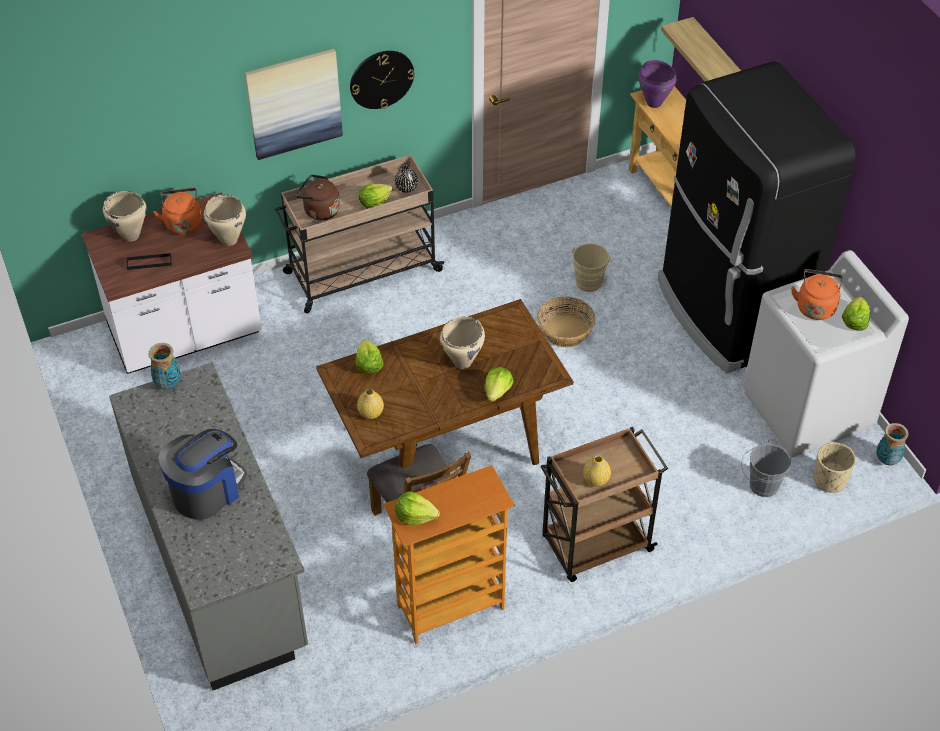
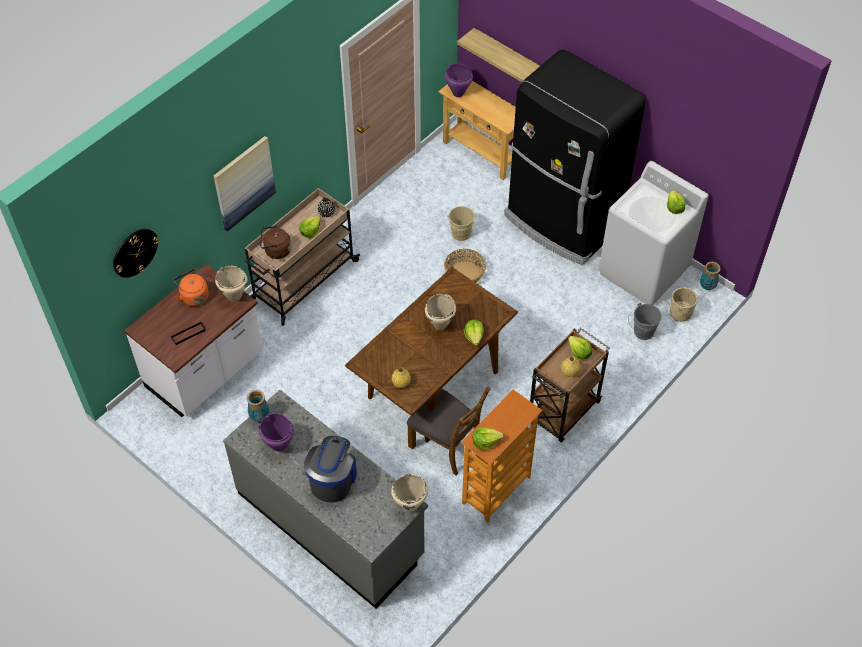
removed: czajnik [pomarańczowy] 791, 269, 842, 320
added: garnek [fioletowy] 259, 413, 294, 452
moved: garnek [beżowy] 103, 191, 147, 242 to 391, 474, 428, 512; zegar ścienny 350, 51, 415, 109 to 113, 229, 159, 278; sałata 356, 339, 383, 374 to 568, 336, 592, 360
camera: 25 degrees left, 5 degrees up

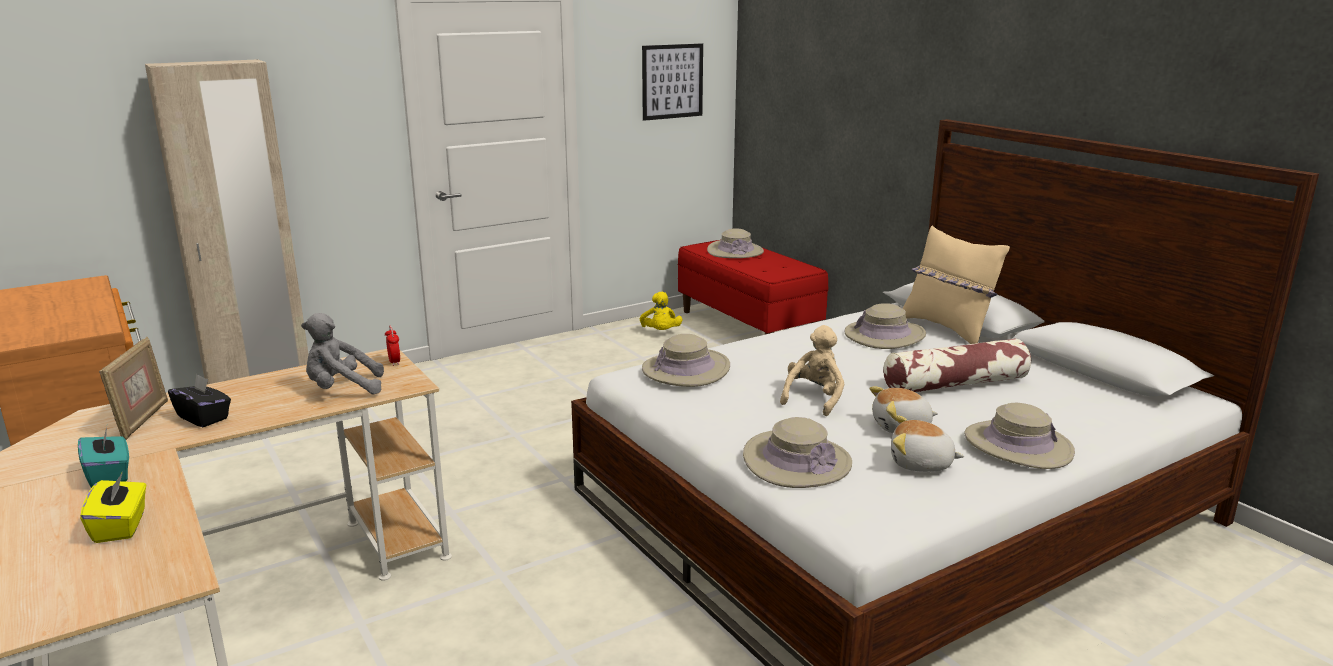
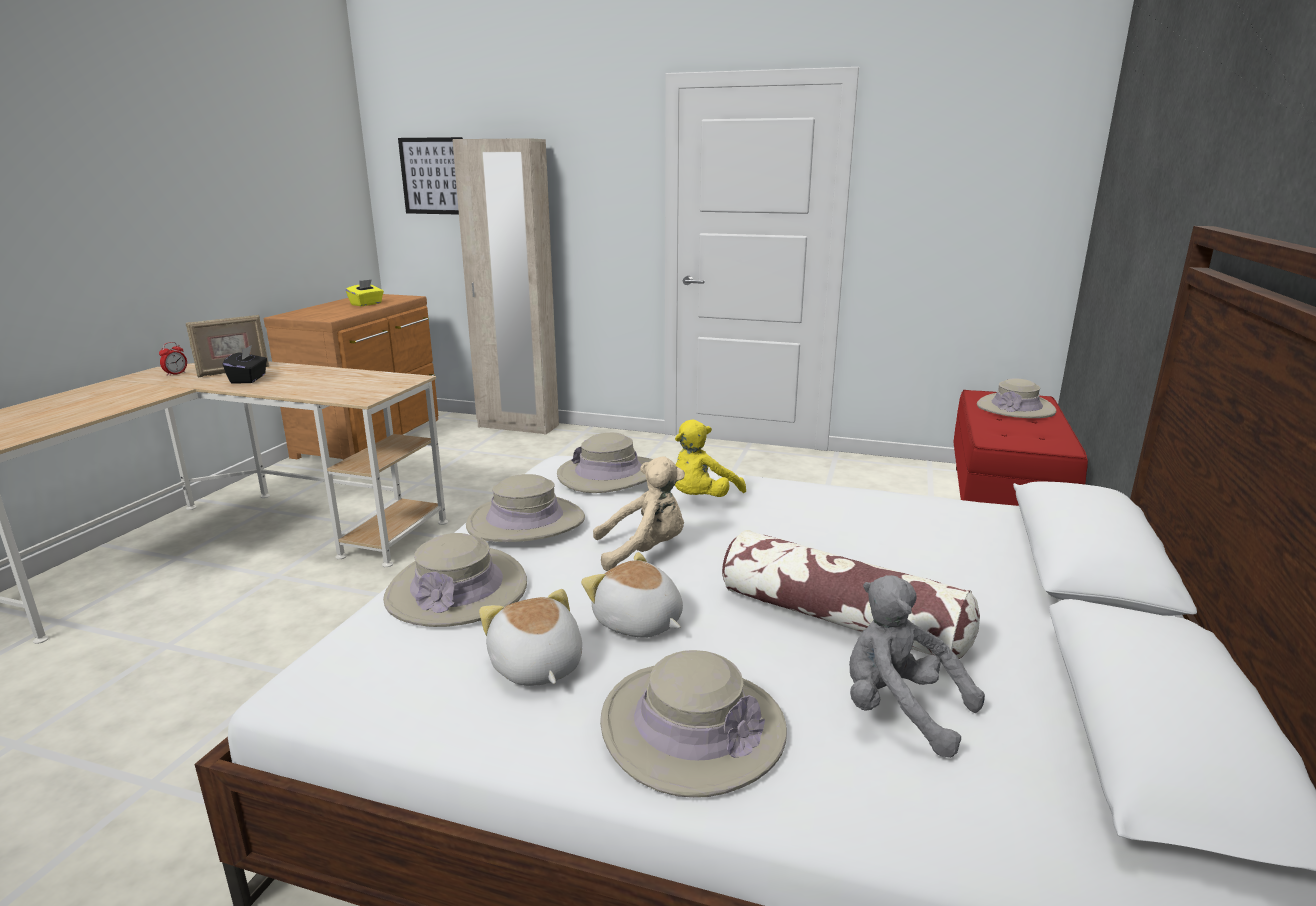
removed: pudełko chusteczek [turkusowy] 78, 428, 129, 488; poduszka [beżowy] 903, 226, 1010, 344
moved: pudełko chusteczek [żółty] 80, 472, 146, 543 to 346, 279, 384, 306; pluszak [szary] 301, 313, 384, 394 to 849, 575, 985, 758; budzik 385, 326, 400, 366 to 159, 342, 187, 376; pluszak [żółty] 640, 292, 682, 330 to 675, 420, 746, 497; obraz 642, 43, 703, 121 to 398, 137, 463, 215; kapelusz [beżowy] 844, 303, 926, 349 to 466, 474, 585, 542
camera: 50 degrees right, 0 degrees up

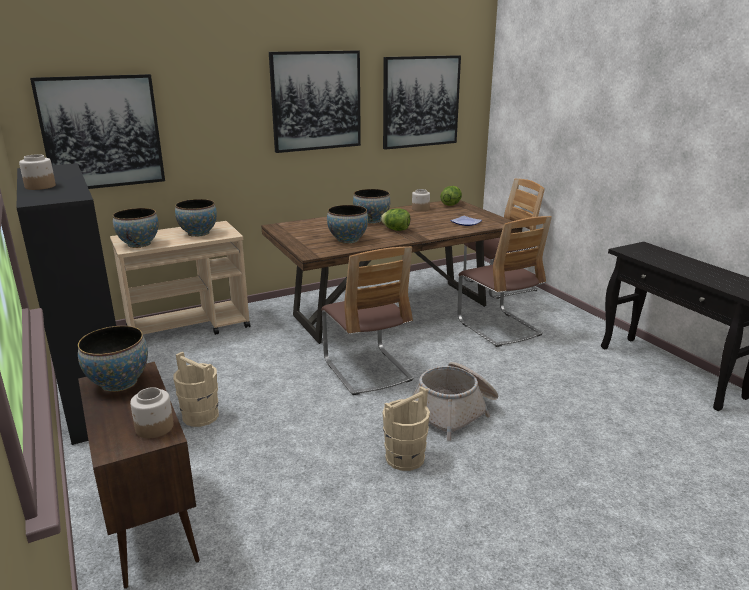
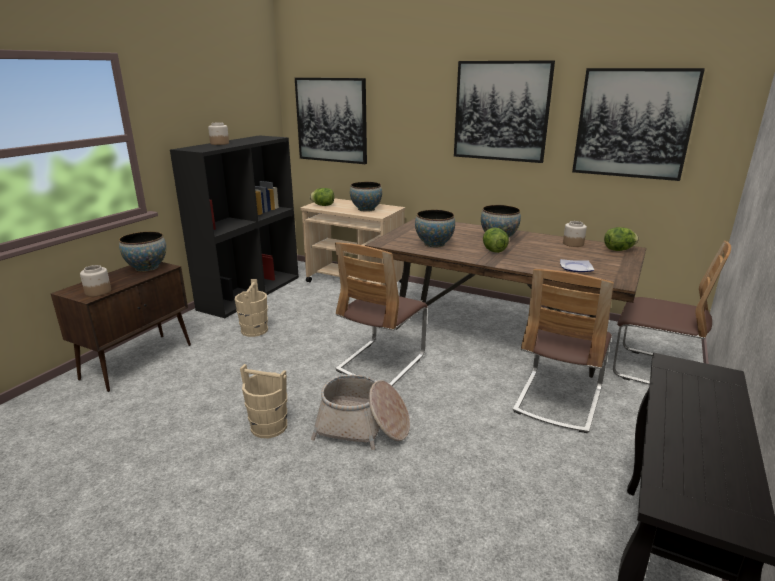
replaced: miska 113, 208, 158, 248 to sałata 310, 188, 334, 206
camera: 55 degrees right, 0 degrees up

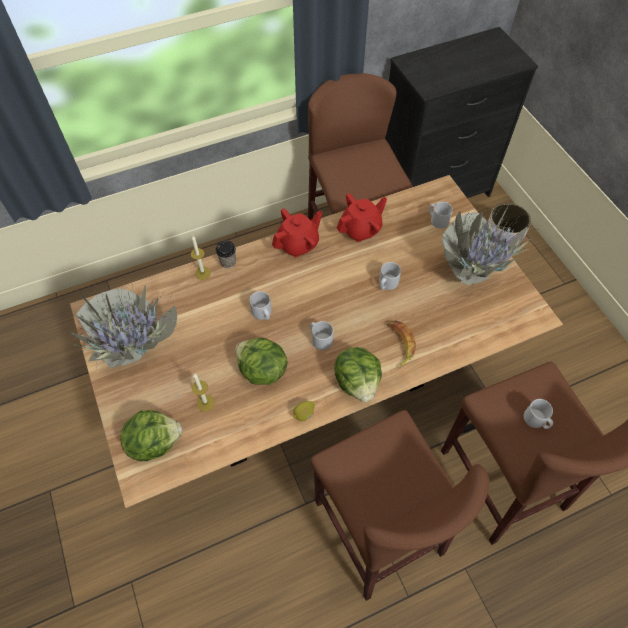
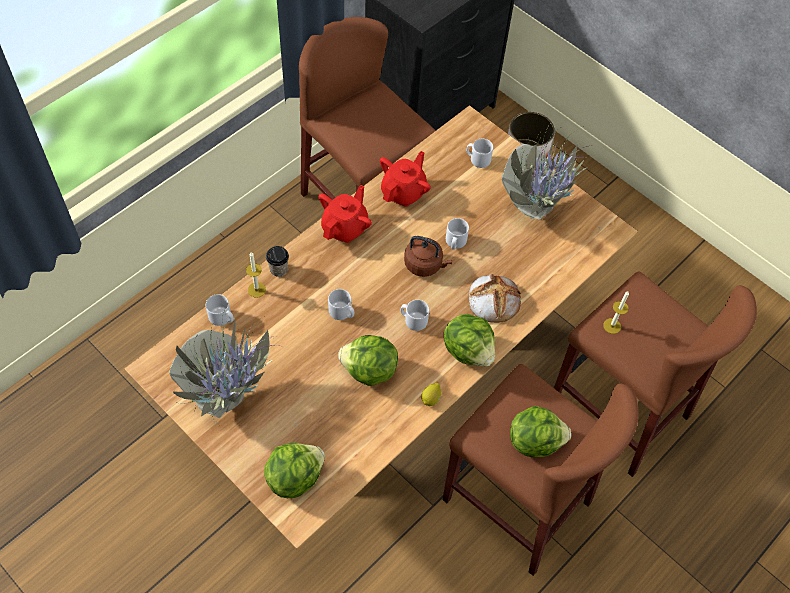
added: czajnik [brązowy] 404, 236, 453, 277; sałata 510, 406, 571, 457
moved: świeca 192, 374, 215, 412 to 603, 291, 629, 334; kubek [szary] 524, 399, 553, 429 to 206, 294, 234, 326
replaced: banan 387, 321, 416, 368 to chleb 469, 274, 521, 323
camera: 25 degrees left, 0 degrees up

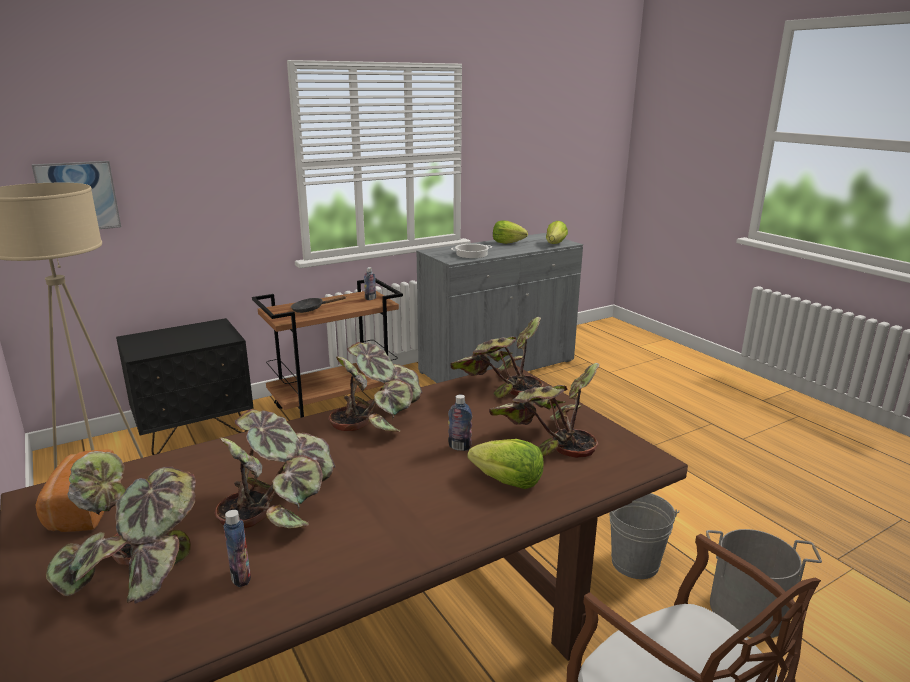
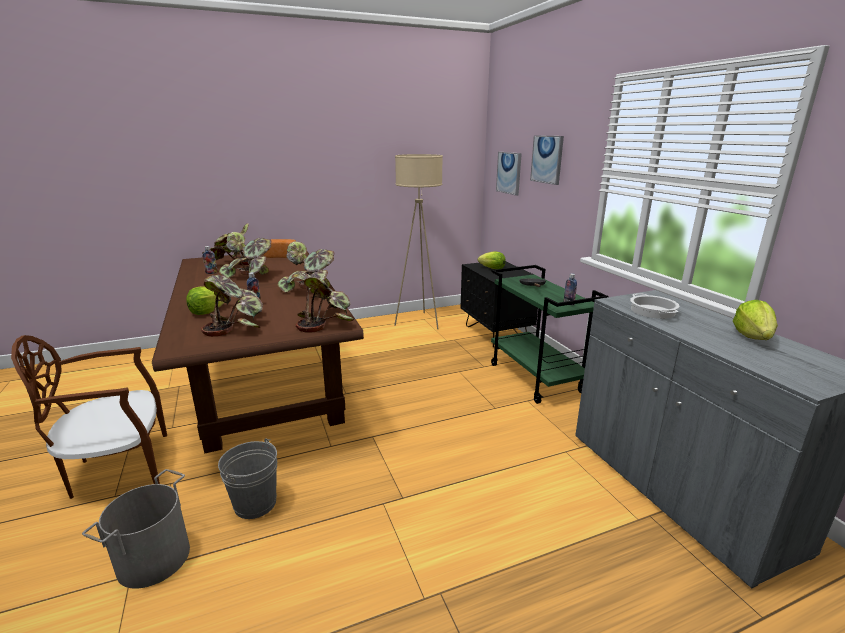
added: obraz 530, 135, 564, 185
moved: sałata 546, 221, 568, 244 to 478, 251, 505, 269
recoloured: wózek [brązowy] 252, 278, 403, 418 to wózek [zielony] 491, 265, 609, 404
camera: 100 degrees right, 0 degrees up

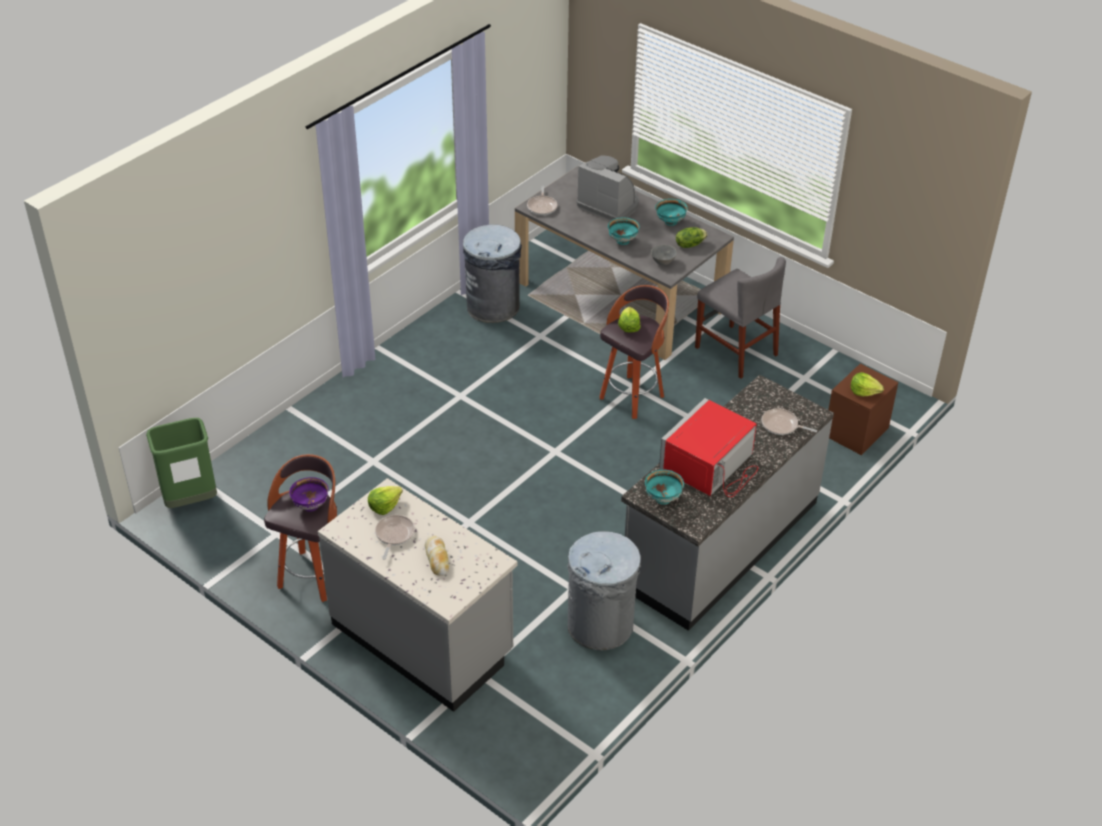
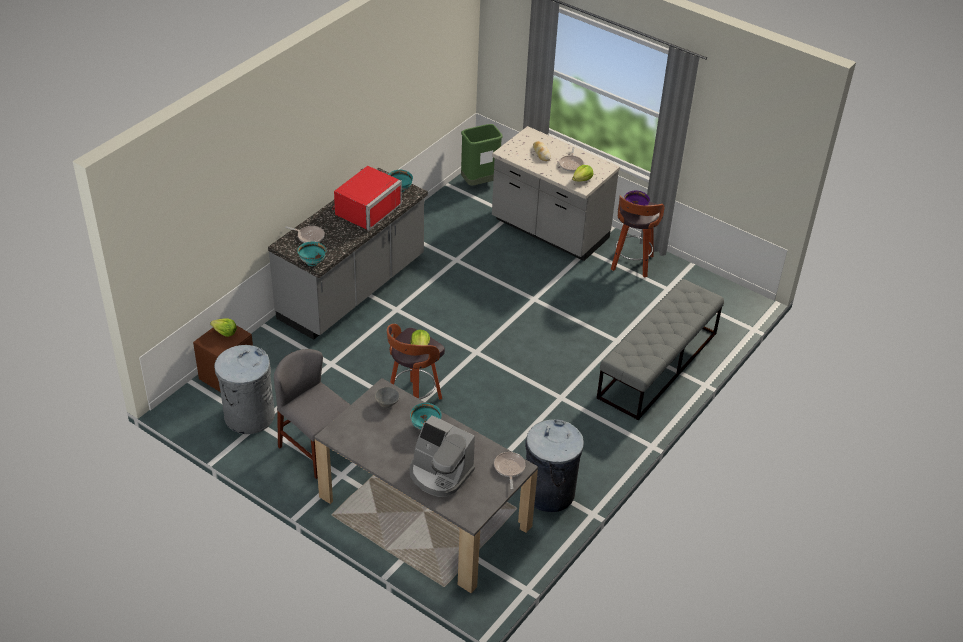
removed: sałata 676, 227, 707, 248
added: ławka [szary] 597, 279, 724, 420
moved: kosz na śmieci [zielony] 146, 418, 217, 508 to 461, 124, 503, 186; kosz na śmieci [szary] 567, 531, 641, 650 to 214, 345, 275, 434; miska [turkusowy] 655, 199, 688, 226 to 297, 242, 326, 266
camera: 175 degrees right, 0 degrees up

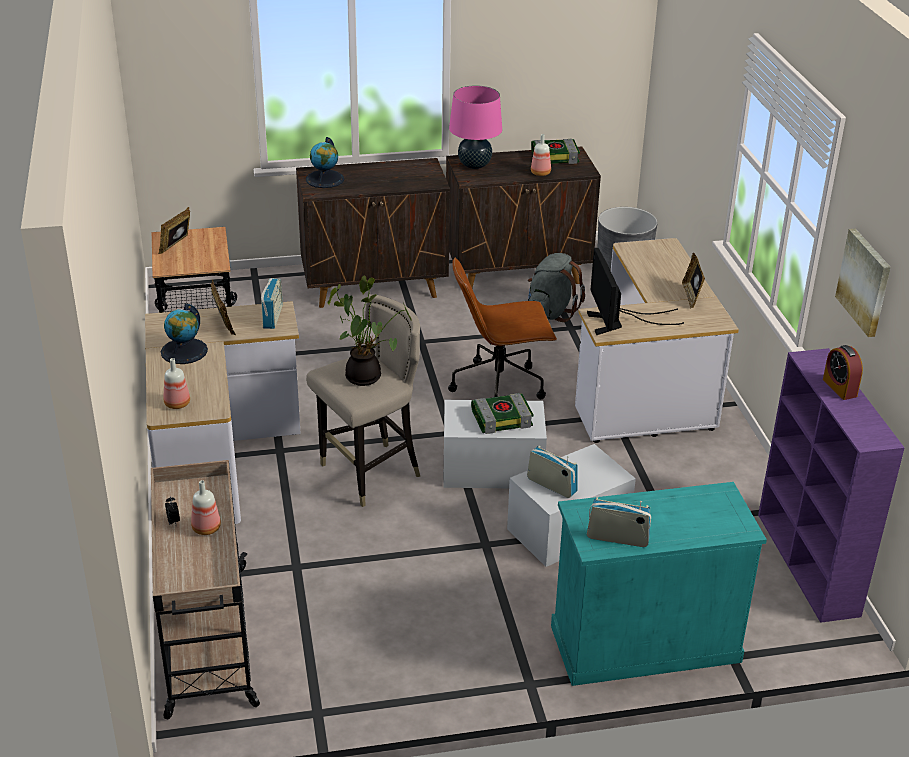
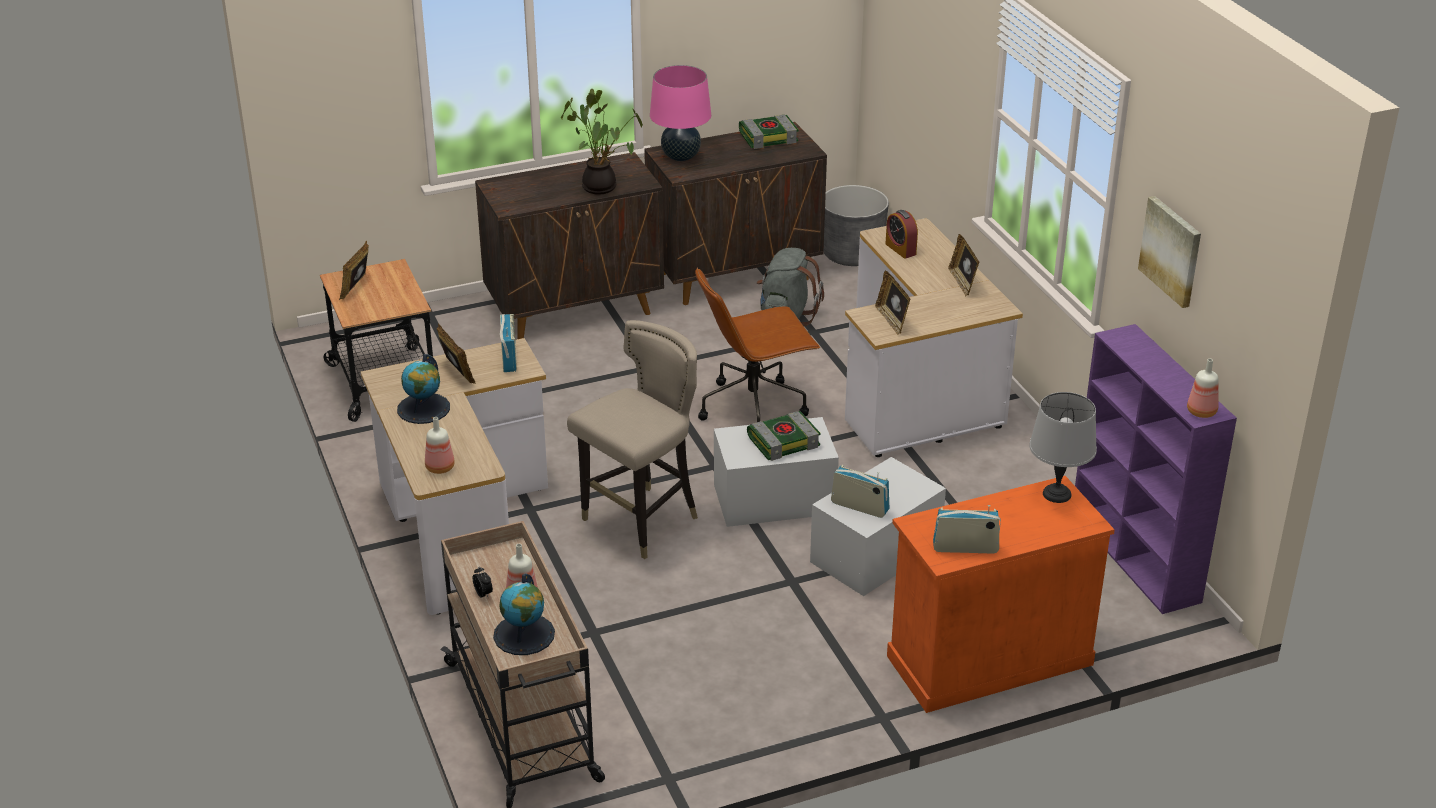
added: lampa stołowa [szary] 1029, 392, 1097, 503
moved: globus 306, 137, 344, 188 to 493, 573, 555, 655; roślina doniczkowa 327, 275, 411, 386 to 561, 89, 643, 195; butelka 531, 134, 551, 176 to 1187, 359, 1219, 418; budzik 823, 345, 863, 400 to 886, 210, 918, 258
replaced: monitor 587, 248, 684, 335 to ramka na zdjęcie 875, 270, 910, 335
recoloured: szafka [turkusowy] 551, 482, 767, 686 to szafka [pomarańczowy] 887, 476, 1115, 713
camera: 10 degrees left, 0 degrees up

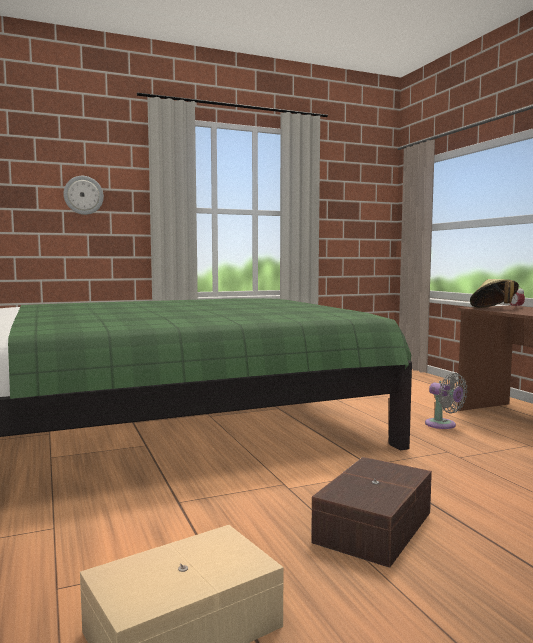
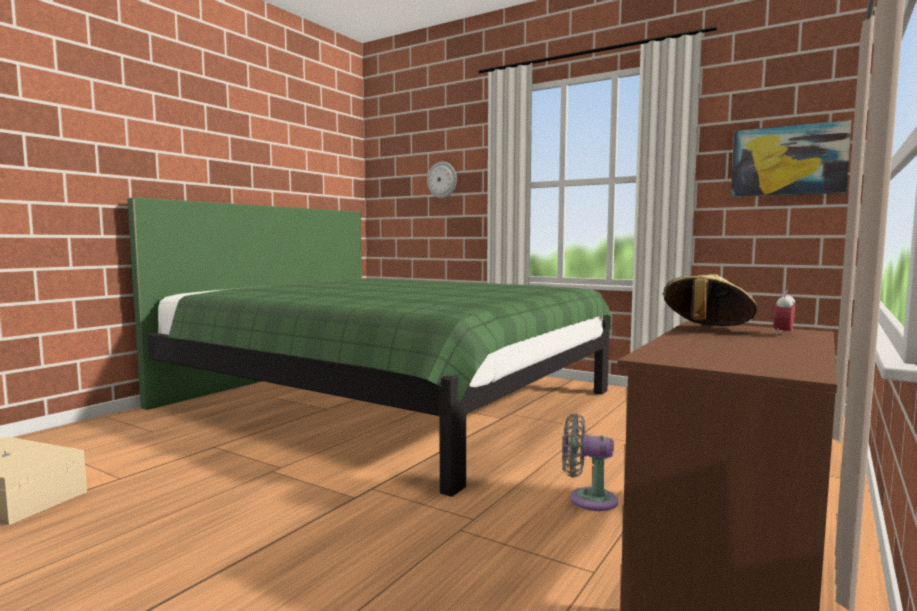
removed: pojemnik do przechowywania [brązowy] 311, 457, 432, 568
added: obraz 731, 120, 852, 197
turned: wentylator [szary] 425, 373, 468, 429 = 562, 414, 618, 511 90 degrees clockwise
camera: 55 degrees right, 0 degrees up

